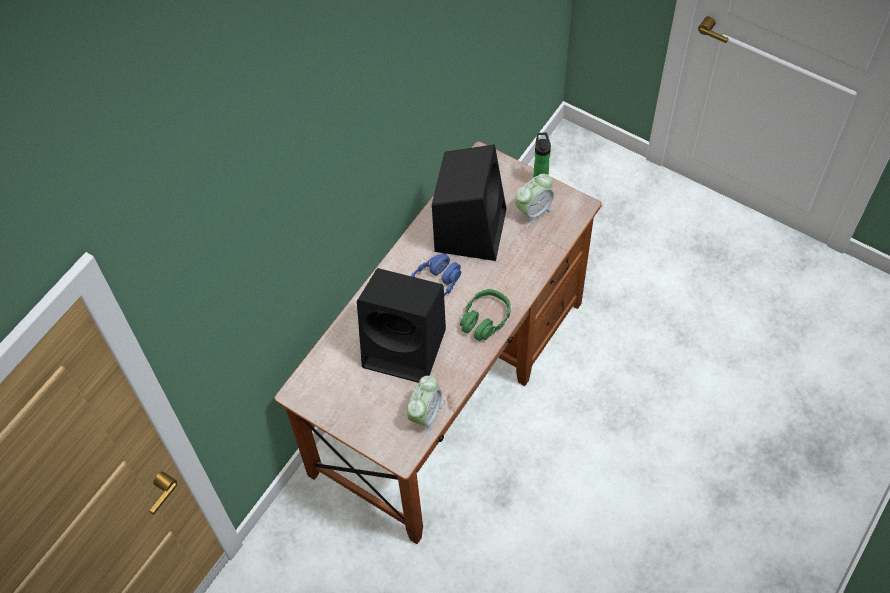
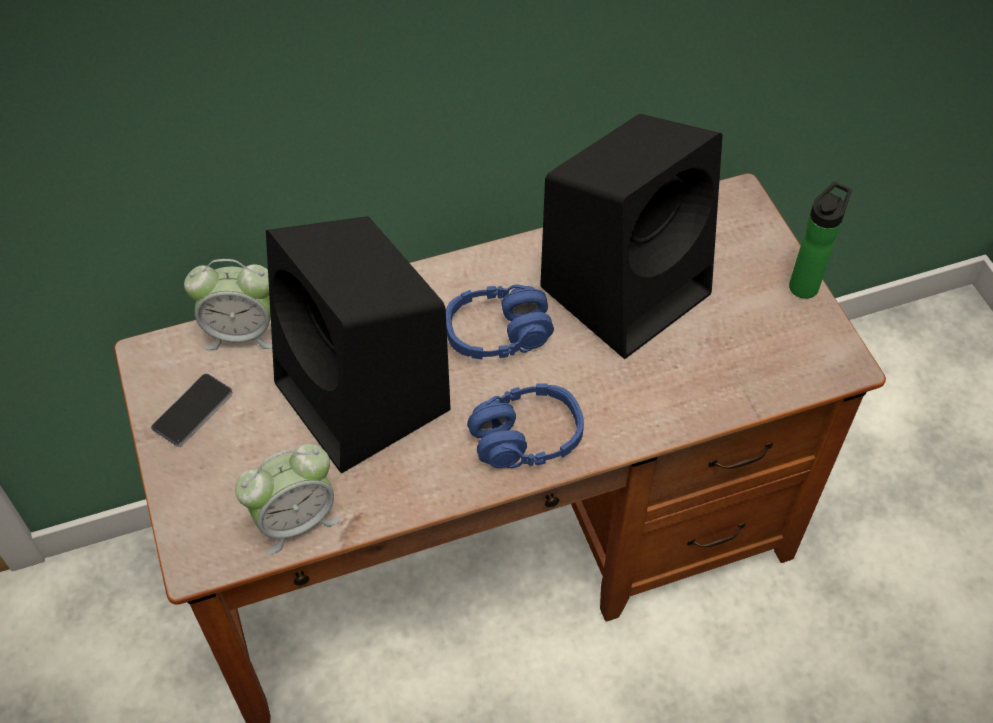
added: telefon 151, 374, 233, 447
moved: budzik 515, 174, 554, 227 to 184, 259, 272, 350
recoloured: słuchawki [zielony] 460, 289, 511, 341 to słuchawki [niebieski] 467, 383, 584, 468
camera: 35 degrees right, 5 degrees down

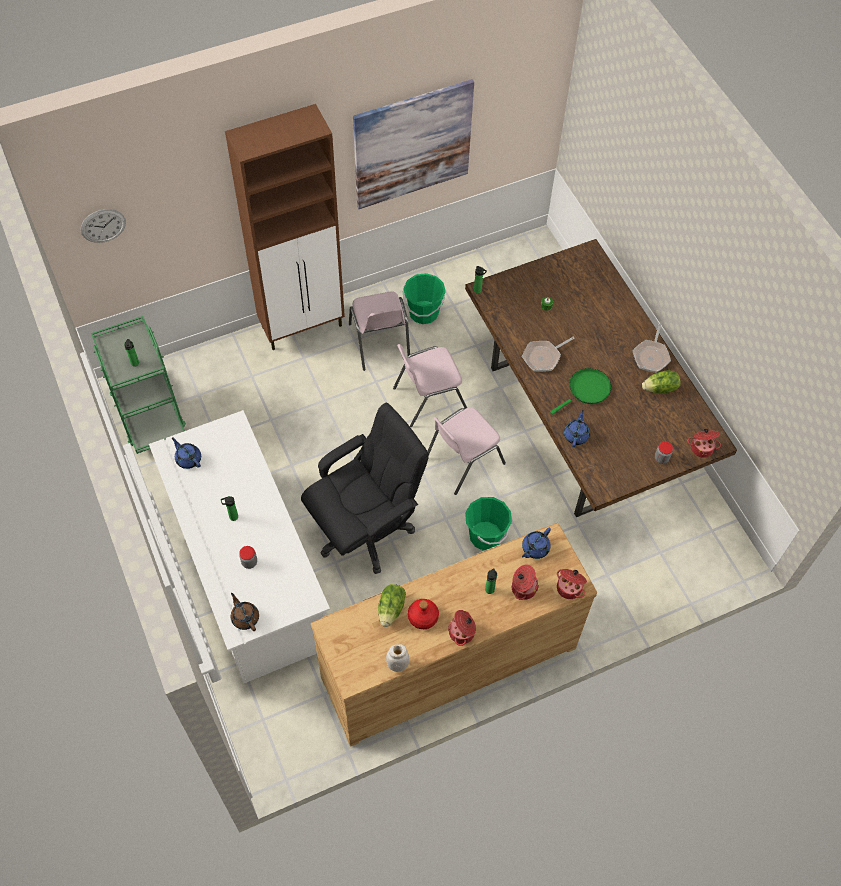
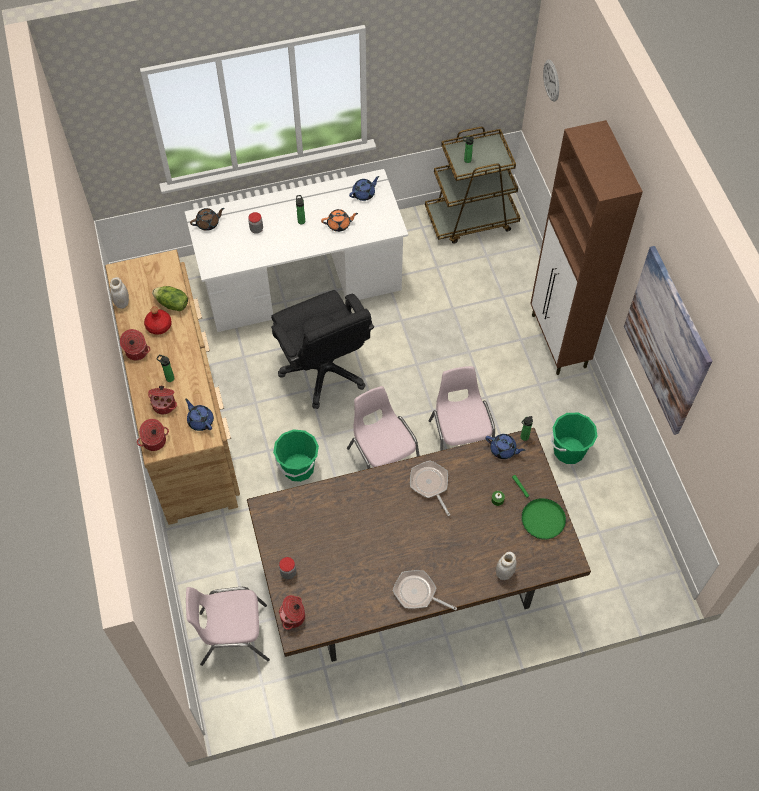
removed: sałata 642, 370, 681, 394
added: imbryk [pomarańczowy] 321, 209, 358, 232; słoik [biały] 496, 552, 517, 580
moved: krzesło [różowy] 349, 292, 410, 371 to 186, 587, 270, 666; patelnia [zielony] 550, 368, 611, 415 to 512, 475, 566, 540; imbryk [niebieski] 564, 410, 590, 447 to 486, 434, 526, 459
recoloured: wózek [zielony] 91, 316, 186, 454 to wózek [brązowy] 425, 127, 520, 244
camera: 100 degrees right, 0 degrees up

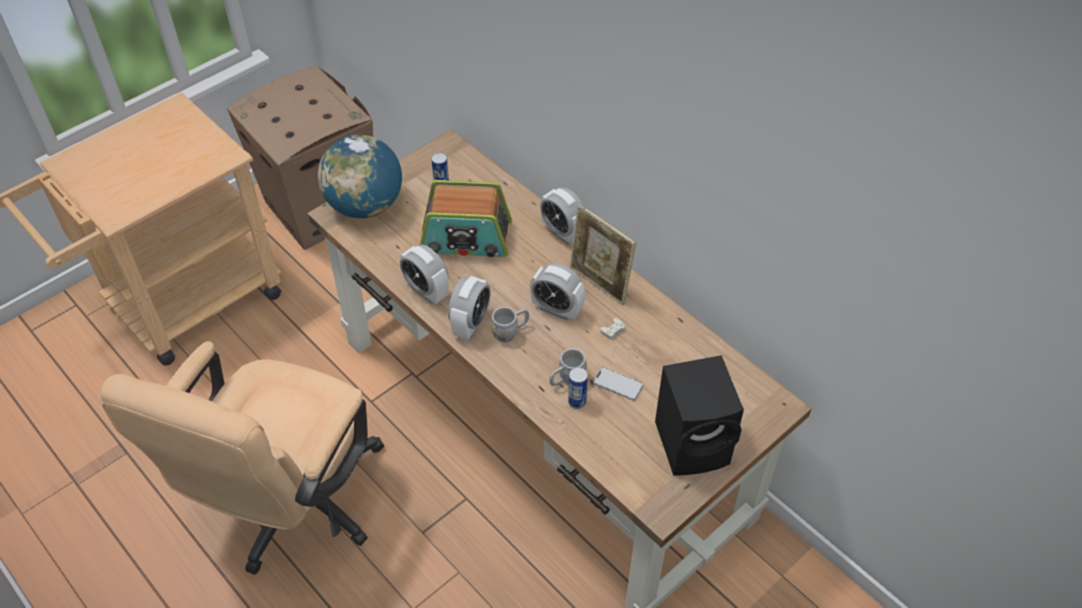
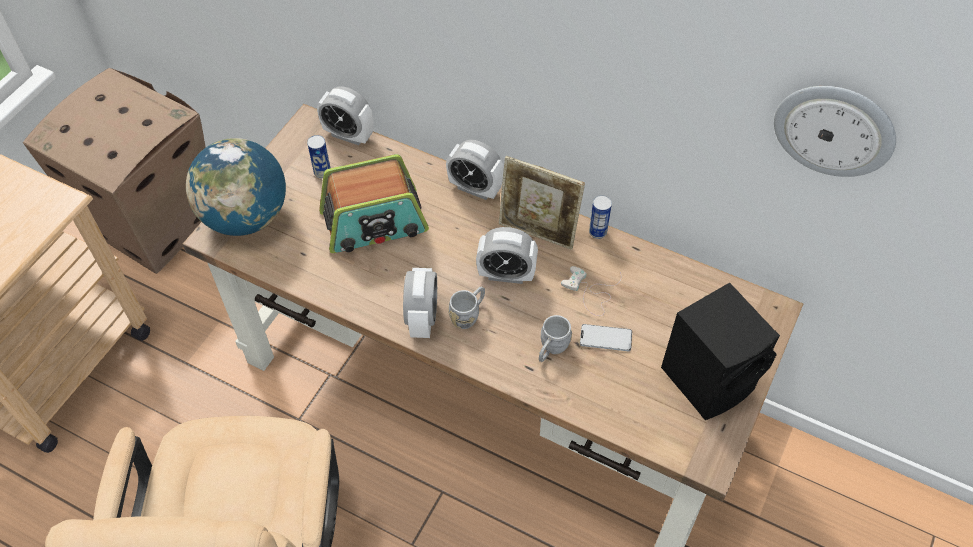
added: zegar ścienny 774, 86, 896, 177
moved: budzik 400, 245, 449, 304 to 317, 86, 374, 145; puszka 568, 367, 588, 409 to 589, 195, 612, 239
camera: 20 degrees left, 5 degrees up

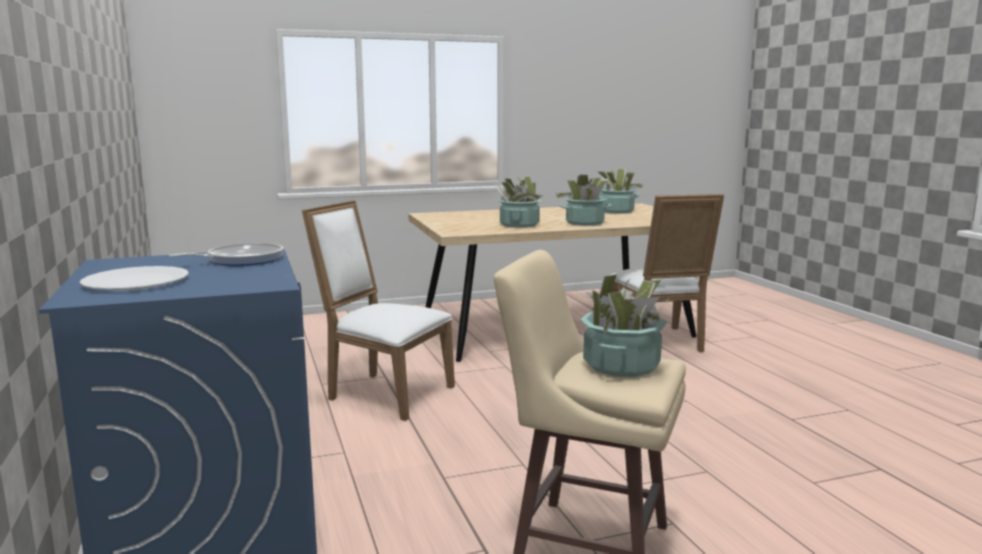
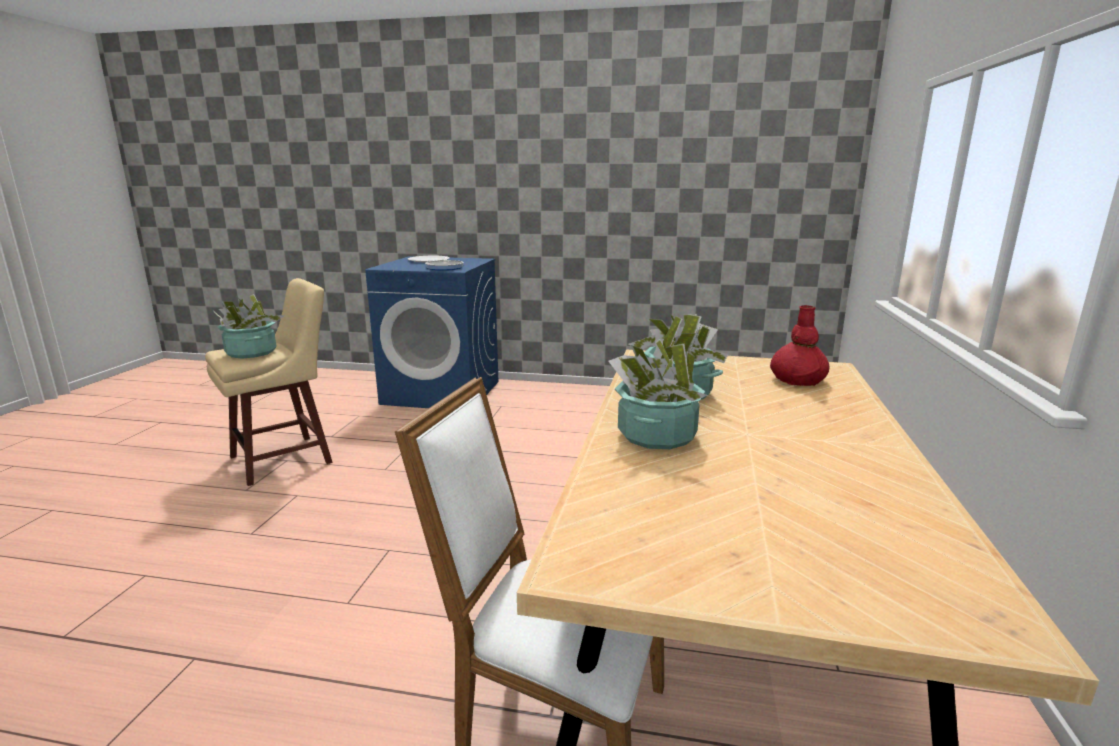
removed: krzesło [biały] 302, 200, 455, 421; roślina doniczkowa 597, 168, 644, 213
added: wazon [czerwony] 770, 305, 829, 386
camera: 120 degrees right, 5 degrees up

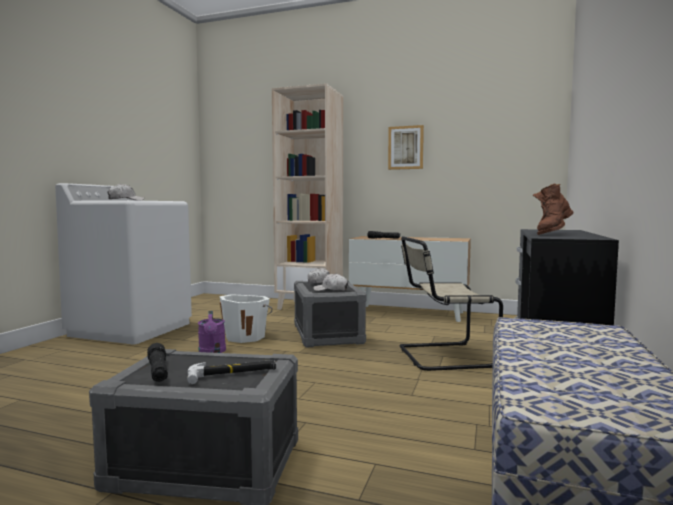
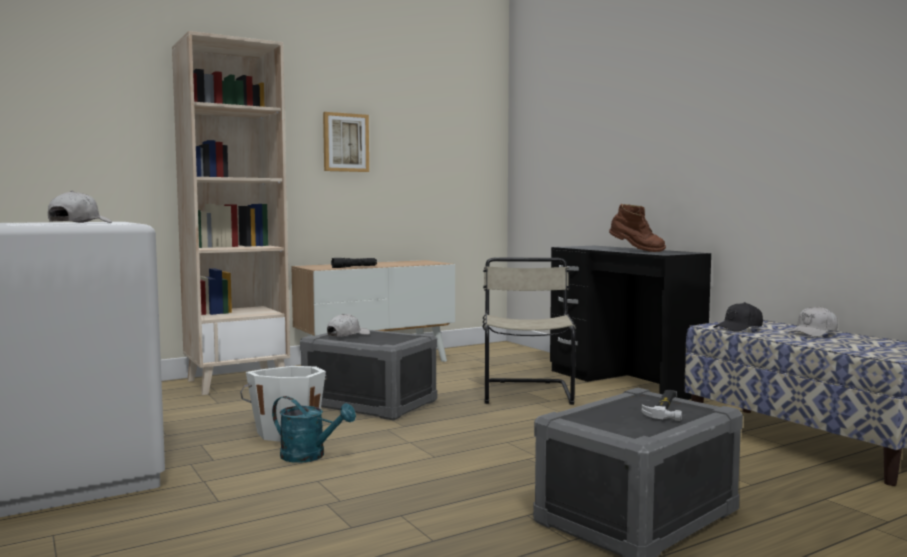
removed: latarka [czarny] 147, 343, 168, 382
added: czapka z daszkiem [czarny] 714, 302, 763, 332
moved: czapka z daszkiem [biały] 314, 273, 348, 291 to 788, 306, 838, 337
recoloured: konewka [fioletowy] 198, 311, 226, 353 to konewka [turkusowy] 272, 396, 356, 463
turned: krzesło [beżowy] 400, 236, 503, 371 = 482, 258, 577, 405 150 degrees clockwise; but z cholewką [brązowy] 533, 183, 574, 235 = 609, 204, 666, 252 60 degrees counterclockwise
camera: 50 degrees left, 0 degrees up

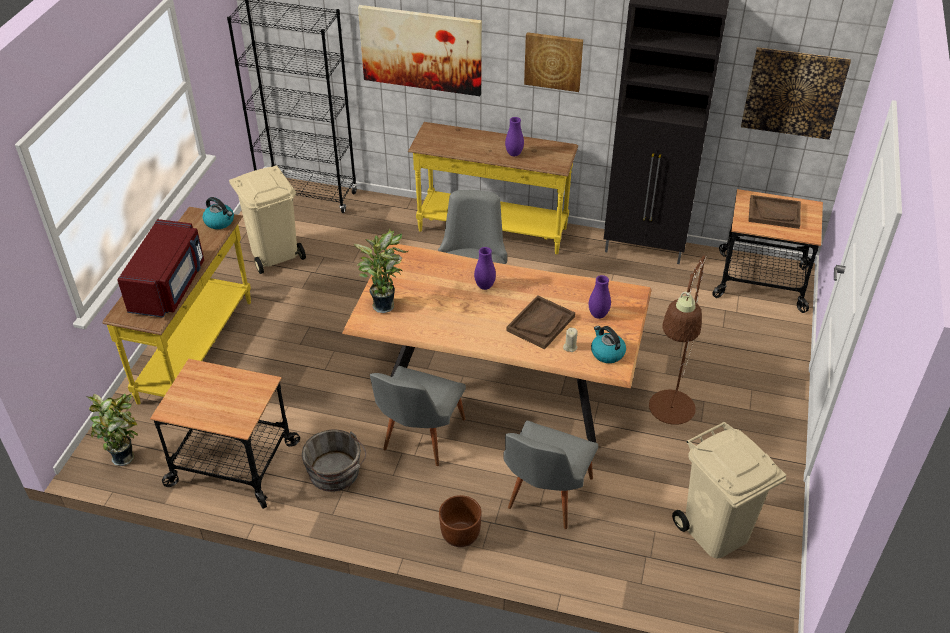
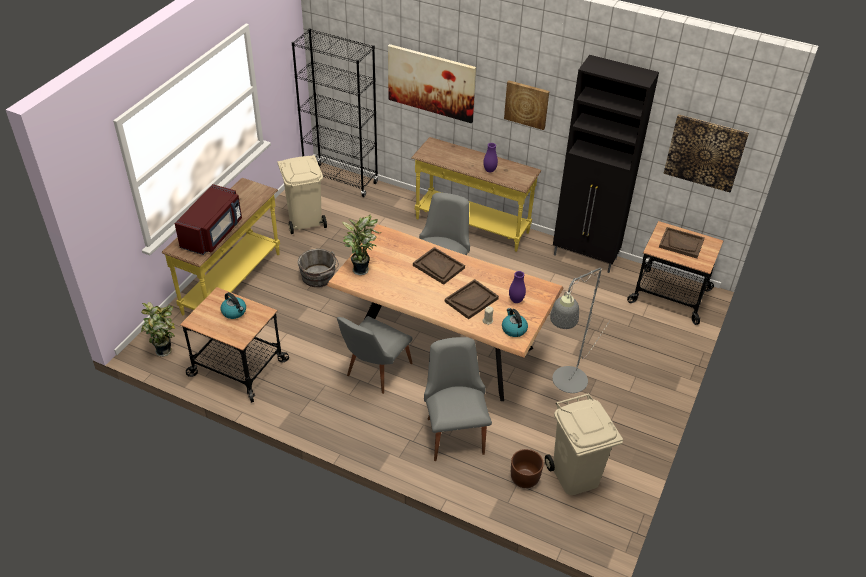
moved: czajnik 203, 197, 234, 229 to 221, 292, 246, 319; wiadro [szary] 302, 429, 366, 492 to 298, 249, 339, 287; donica [brązowy] 439, 495, 482, 547 to 511, 449, 544, 488
replaced: wazon [fioletowy] 474, 247, 496, 290 to taca [brązowy] 413, 247, 465, 285
recoloured: lampa stojąca [brązowy] 649, 256, 706, 425 to lampa stojąca [szary] 550, 268, 610, 393
turned: krzesło [szary] 503, 421, 598, 529 = 424, 337, 492, 461 135 degrees clockwise
camera: 10 degrees right, 0 degrees up

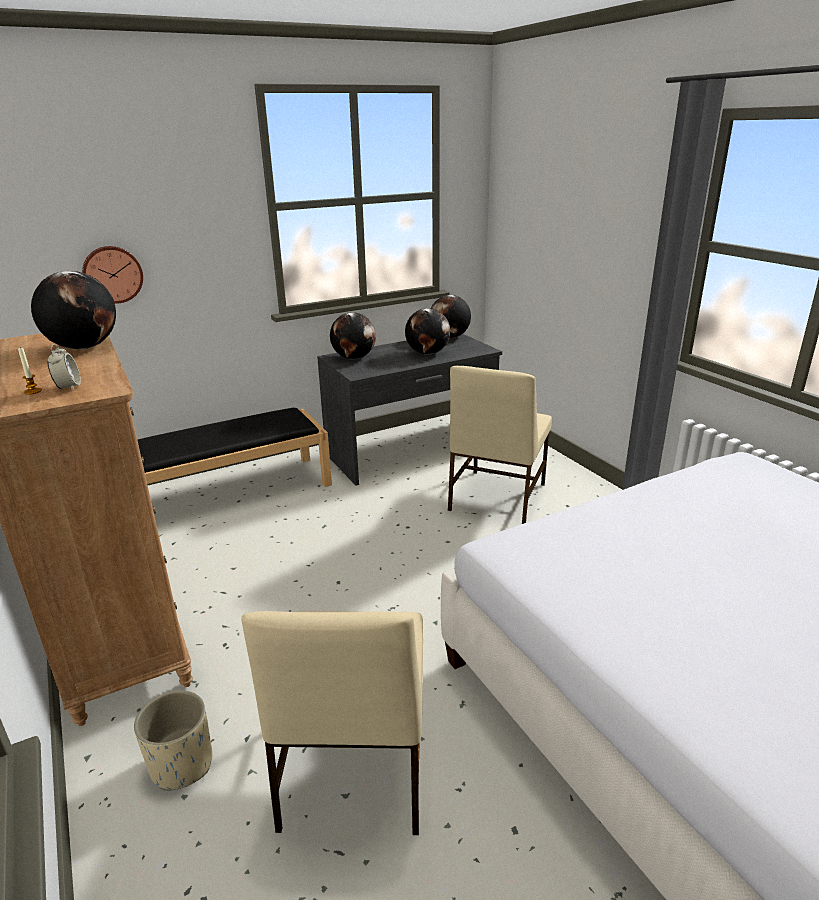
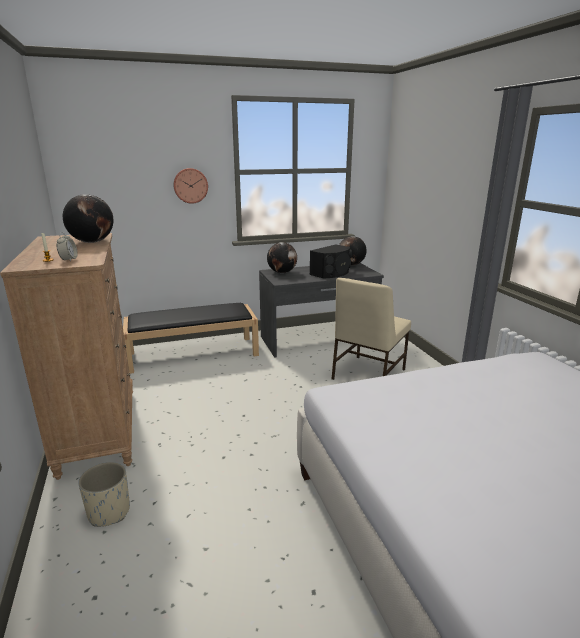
removed: krzesło [beżowy] 241, 611, 423, 835
moved: zegar ścienny 82, 246, 143, 304 to 173, 168, 208, 203
replaced: globus 405, 308, 450, 355 to głośnik [czarny] 310, 244, 352, 278
camera: 10 degrees right, 5 degrees down

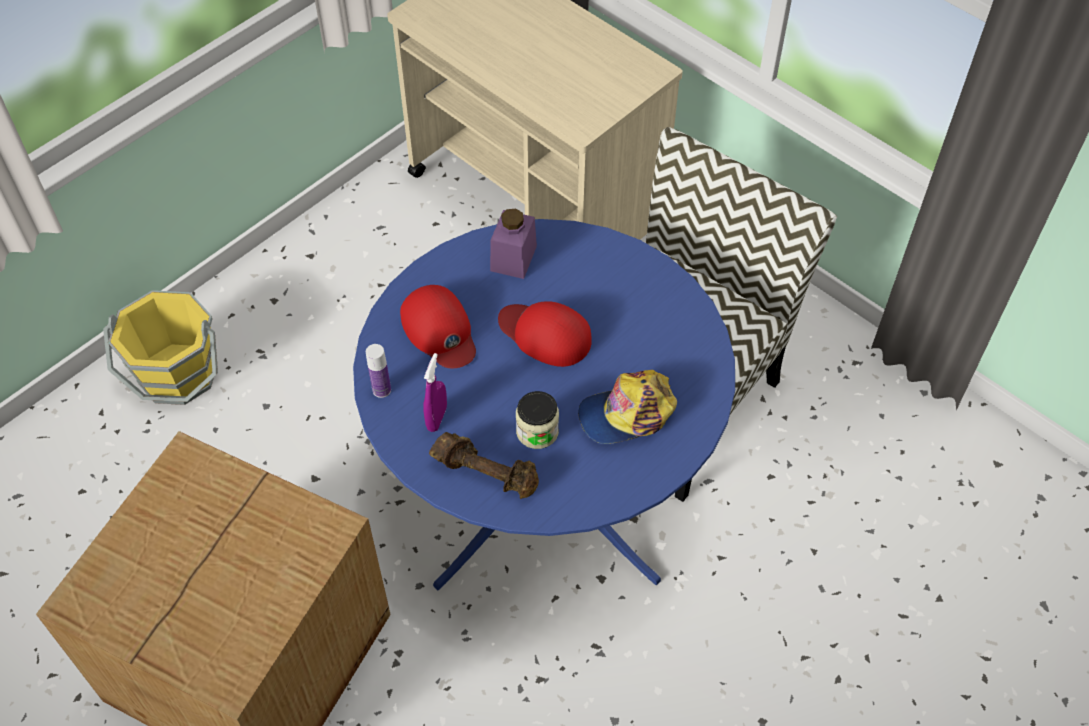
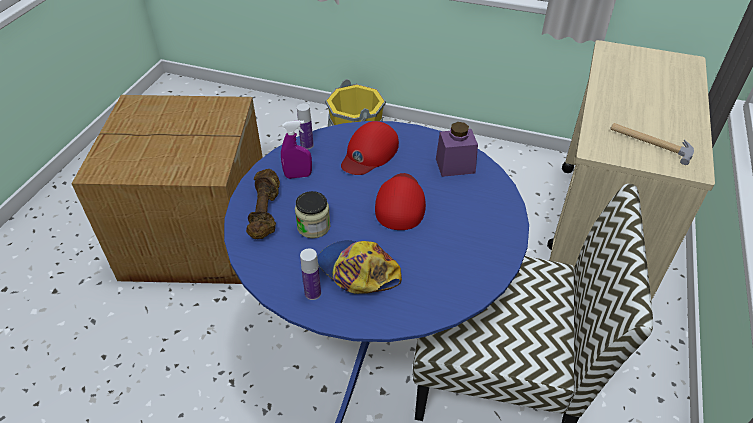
added: butelka 300, 248, 321, 300; młotek 610, 123, 694, 165
camera: 65 degrees right, 10 degrees down

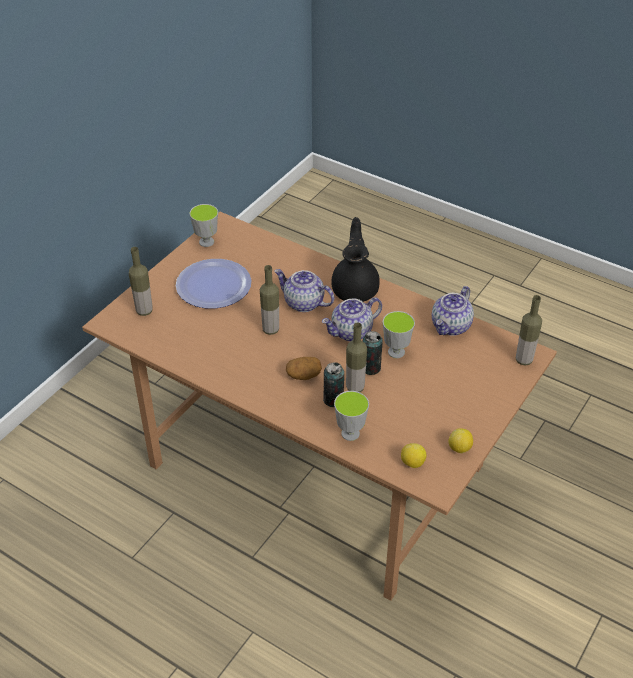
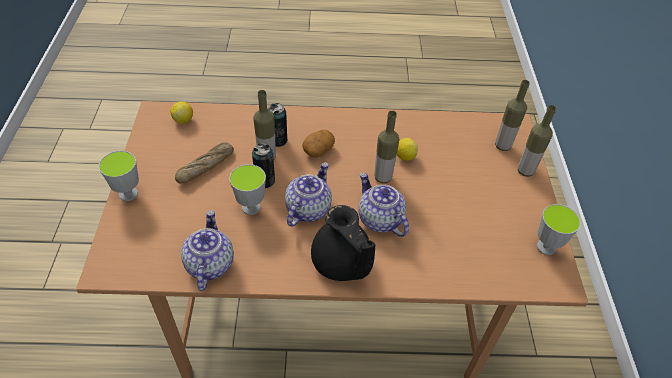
removed: talerz 176, 259, 251, 309
added: chleb 175, 142, 234, 184
moved: filiżanka 334, 391, 369, 441 to 99, 151, 139, 201; cytryna 448, 428, 473, 453 to 397, 138, 418, 161; butelka 516, 295, 542, 366 to 518, 105, 556, 177
turned: imbryk 274, 269, 334, 312 = 359, 172, 409, 237 120 degrees counterclockwise
camera: 145 degrees right, 5 degrees up

